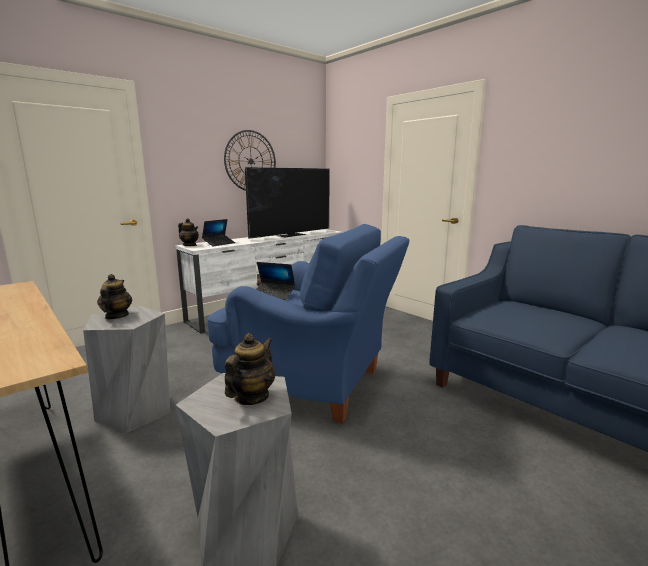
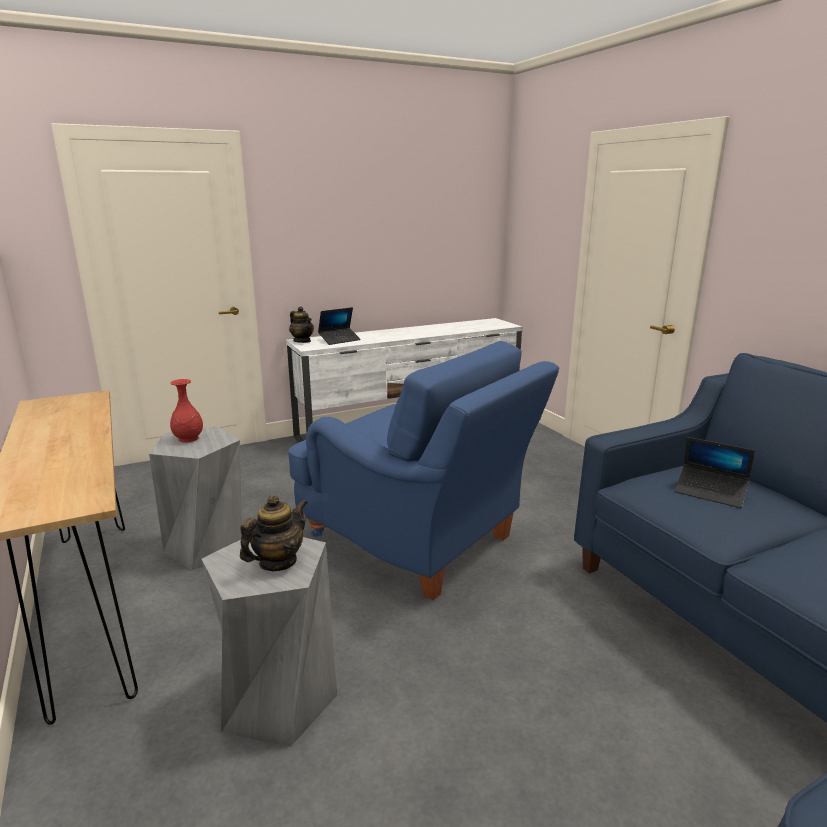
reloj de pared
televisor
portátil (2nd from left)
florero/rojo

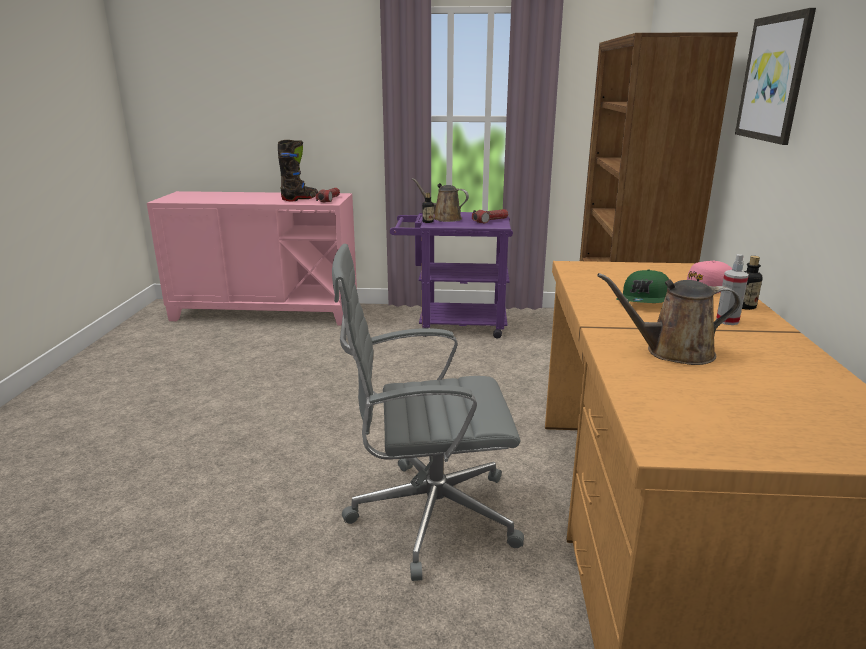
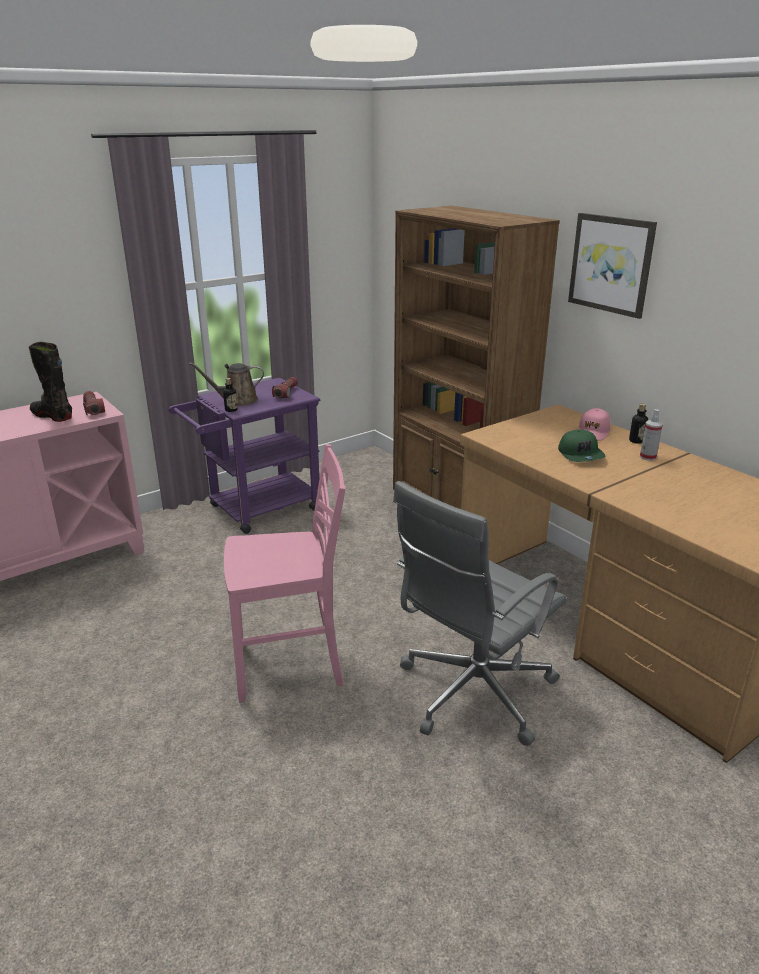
regadera/marrón (2nd from left in the first image)
silla/rosa
bota/negro

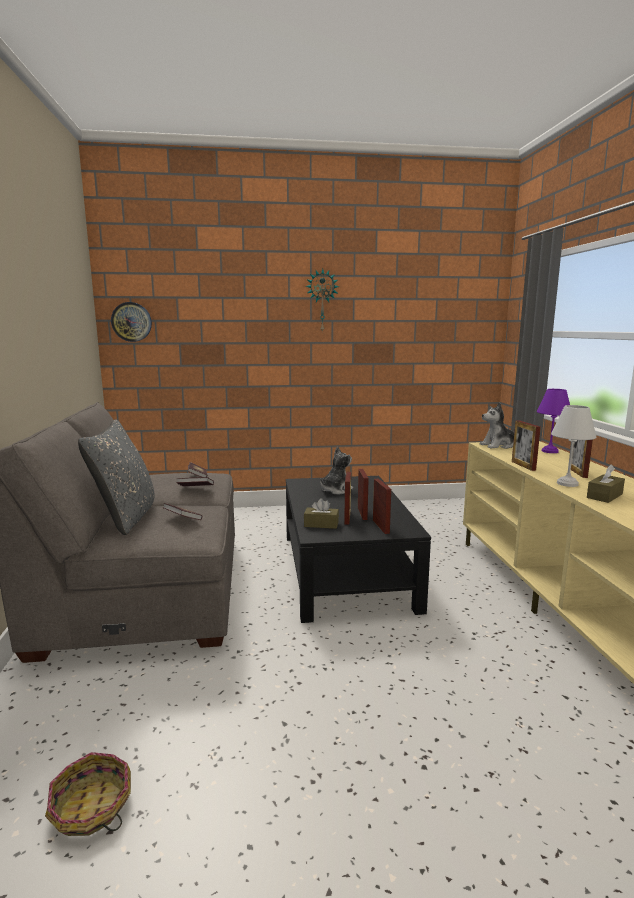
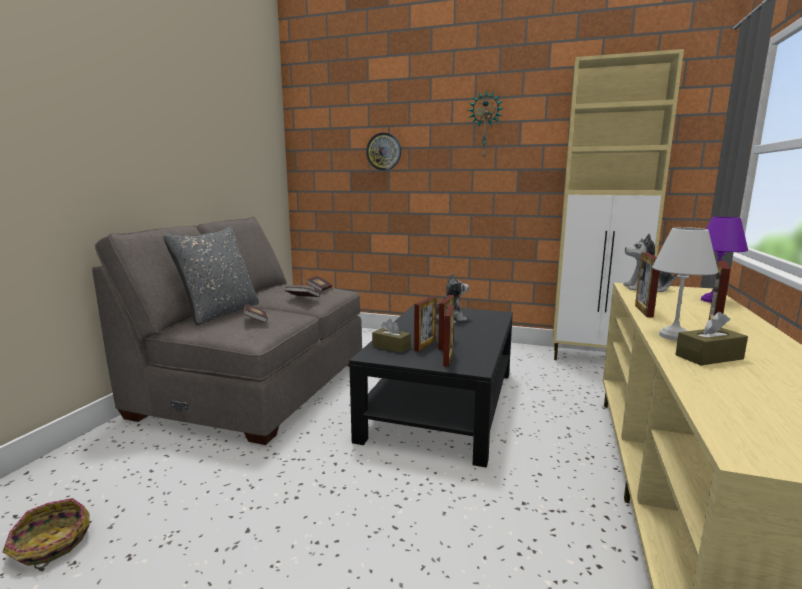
armario/beis
reloj de pared (1st from left)

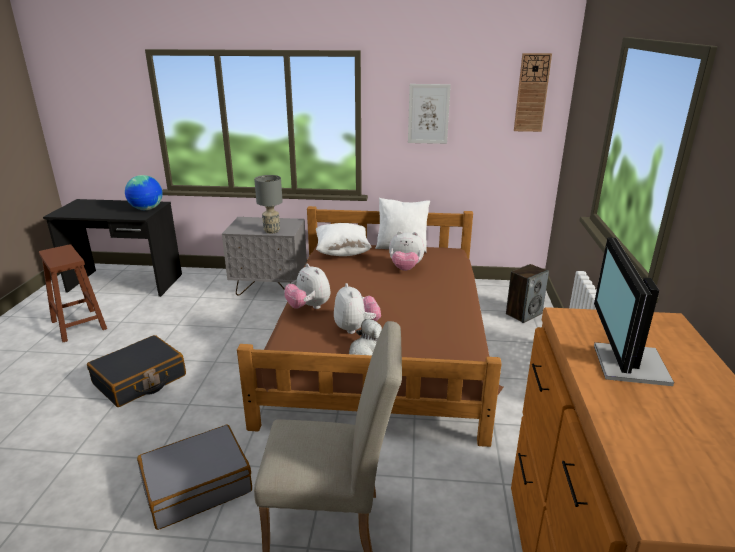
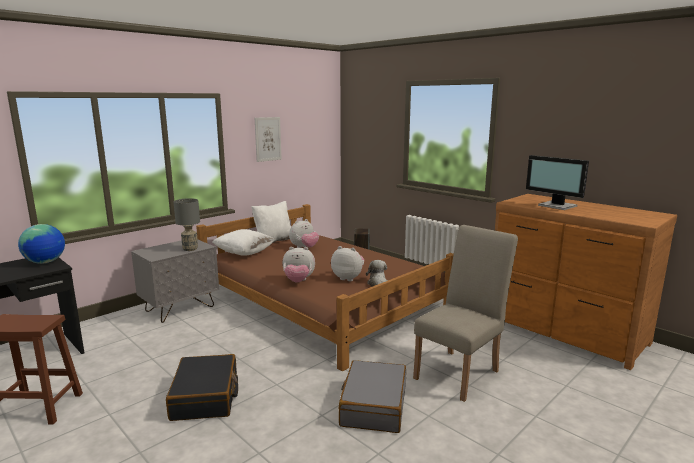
reloj de pared

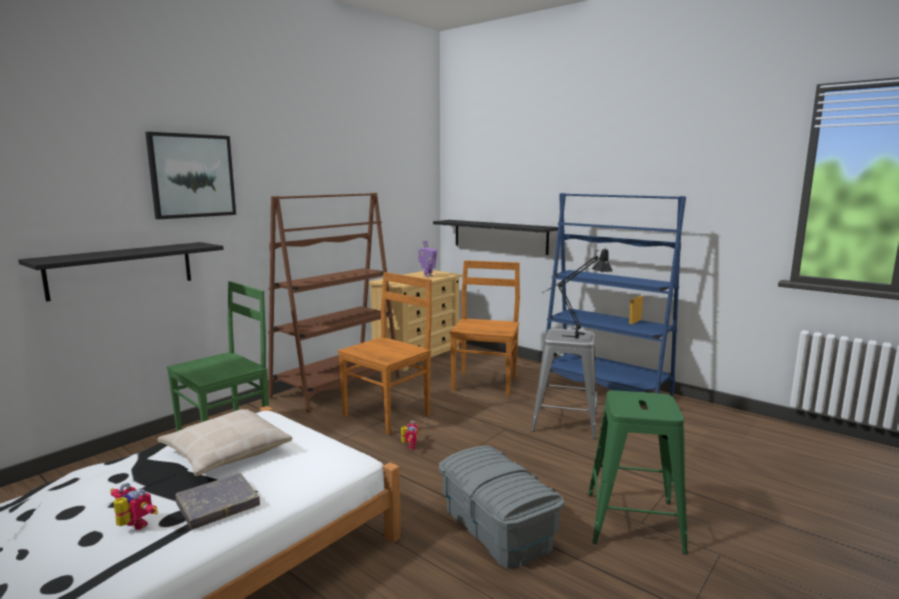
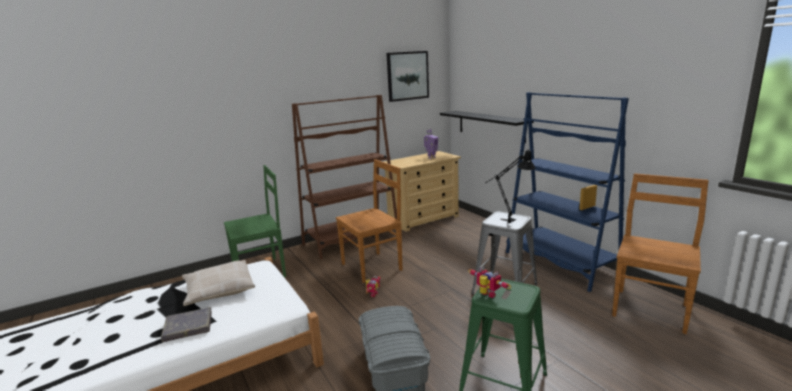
estante/negro (1st from left in the first image)
robot de juguete (3rd from left)
cuadro
silla/marrón (2nd from left)

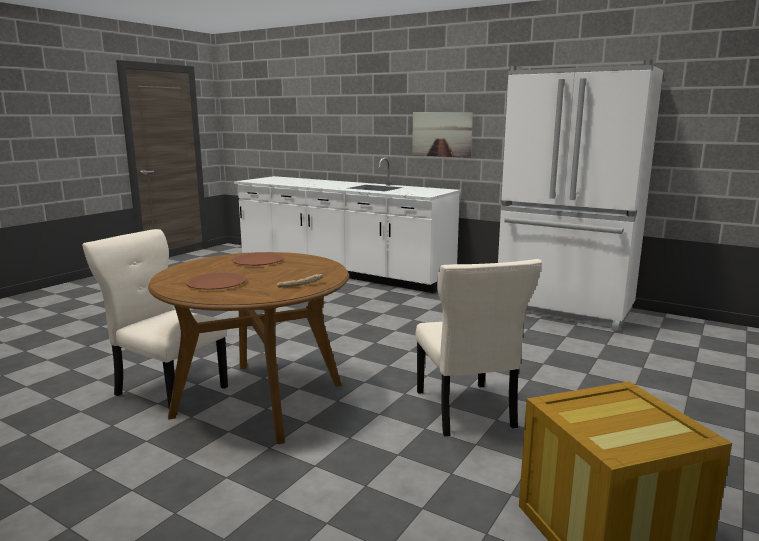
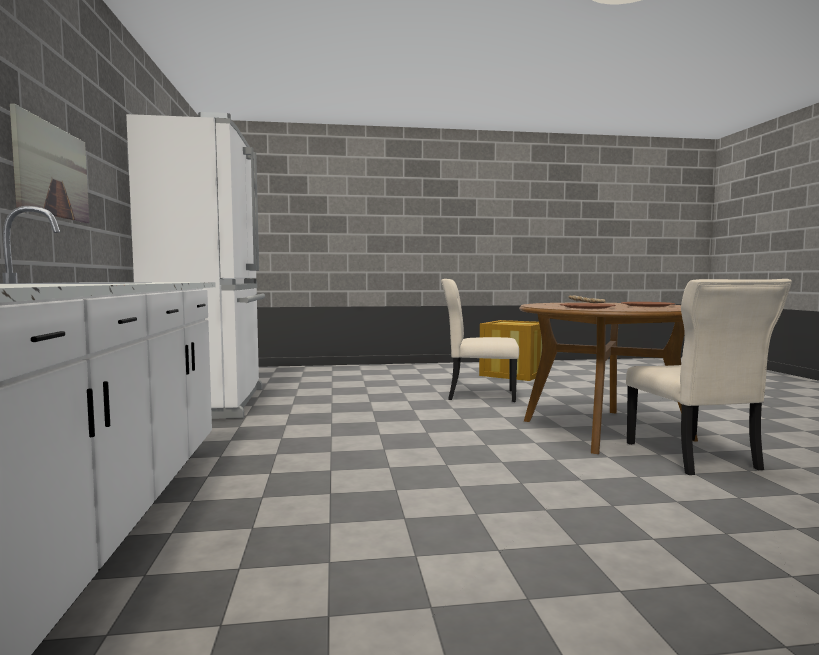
silla/beis (1st from left)

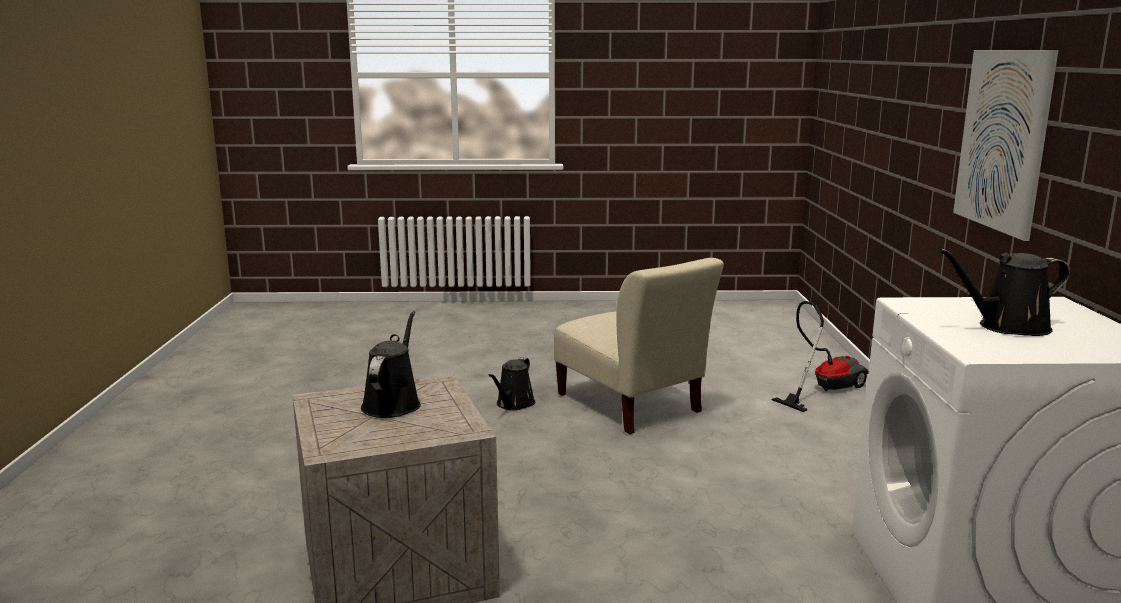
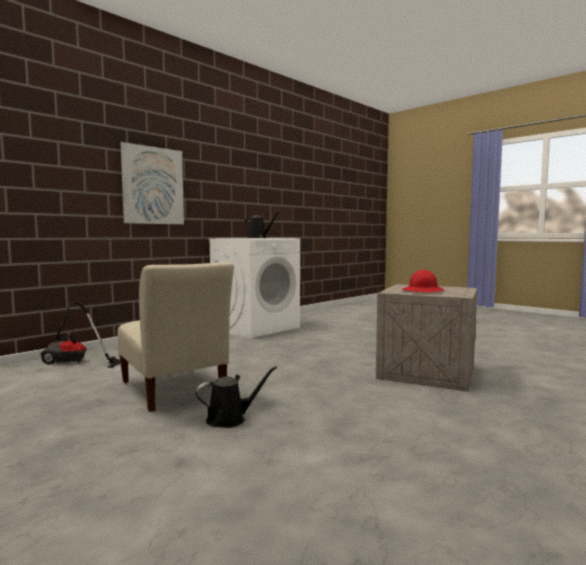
casco/rojo
silla/beis

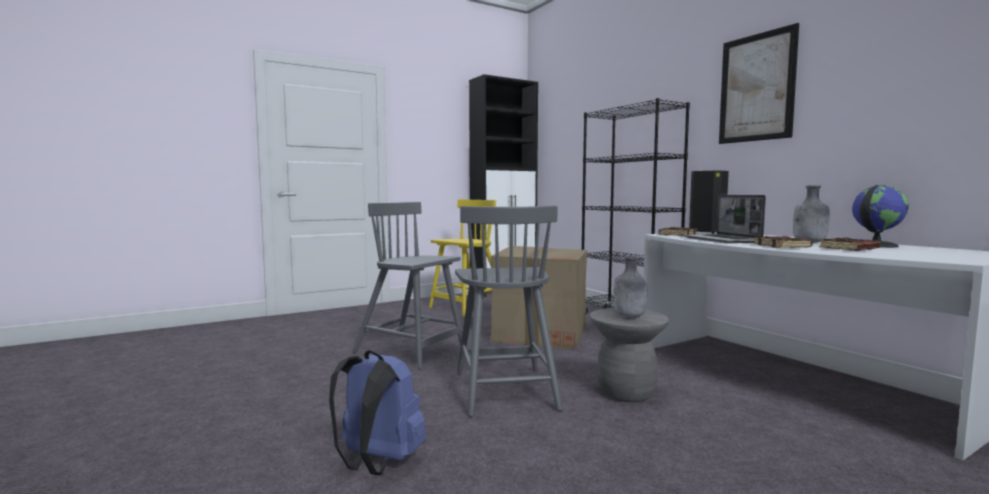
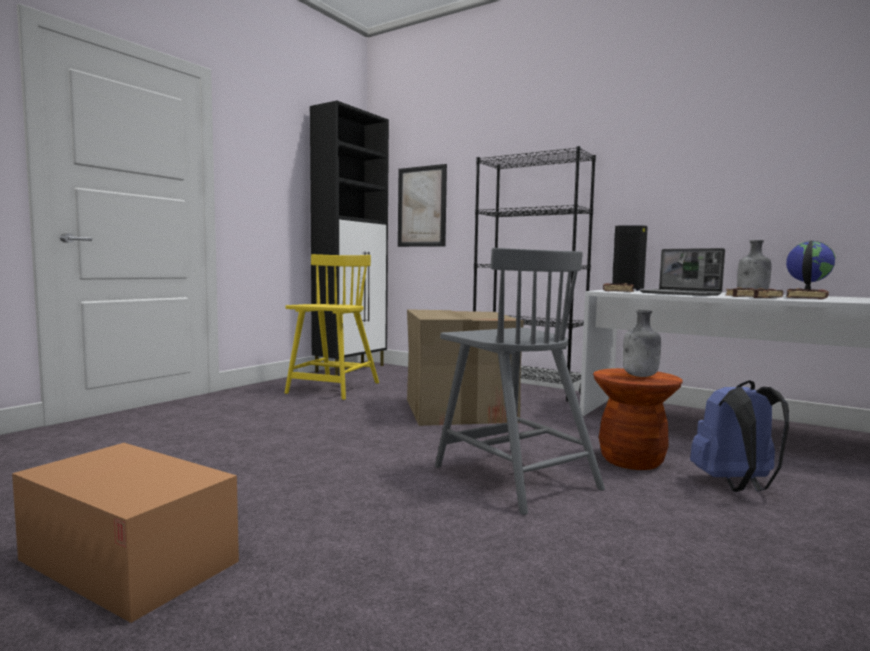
silla/gris (1st from left in the first image)
caja de cartón (1st from left)
mochila/azul
cuadro
taburete/marrón

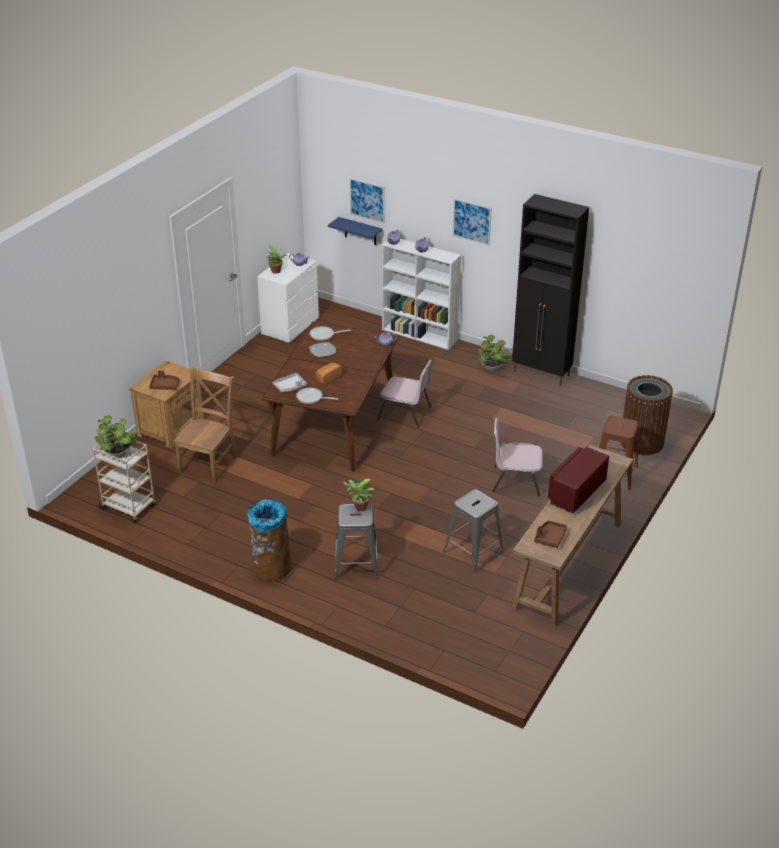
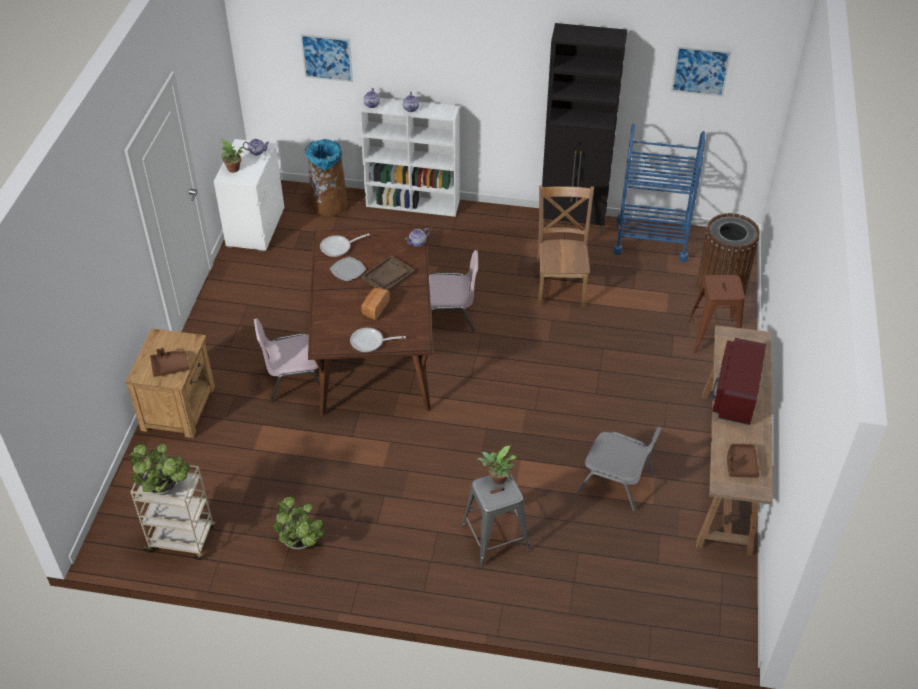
bandeja/gris
estante/azul
bandeja/marrón (2nd from left)
carrito/azul
silla/marrón
papelera/marrón (1st from left)
cuadro (2nd from left)
planta en maceta (3rd from left)
silla/rosa (1st from left)
silla/gris

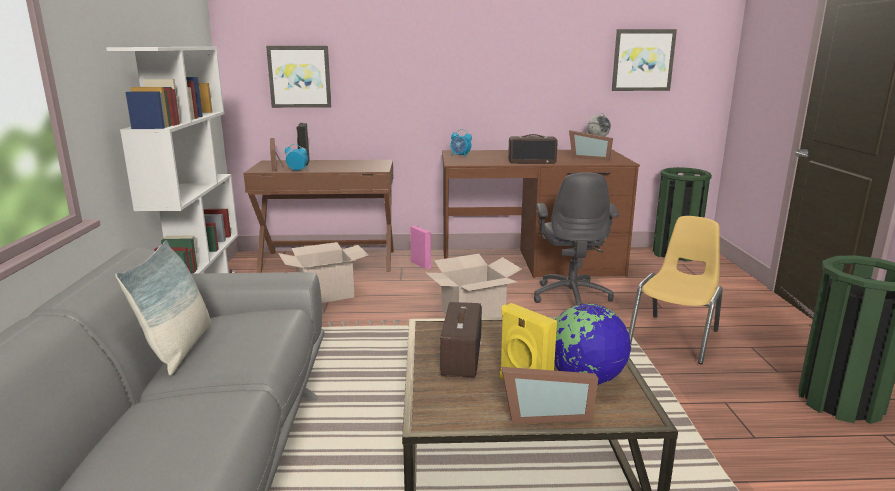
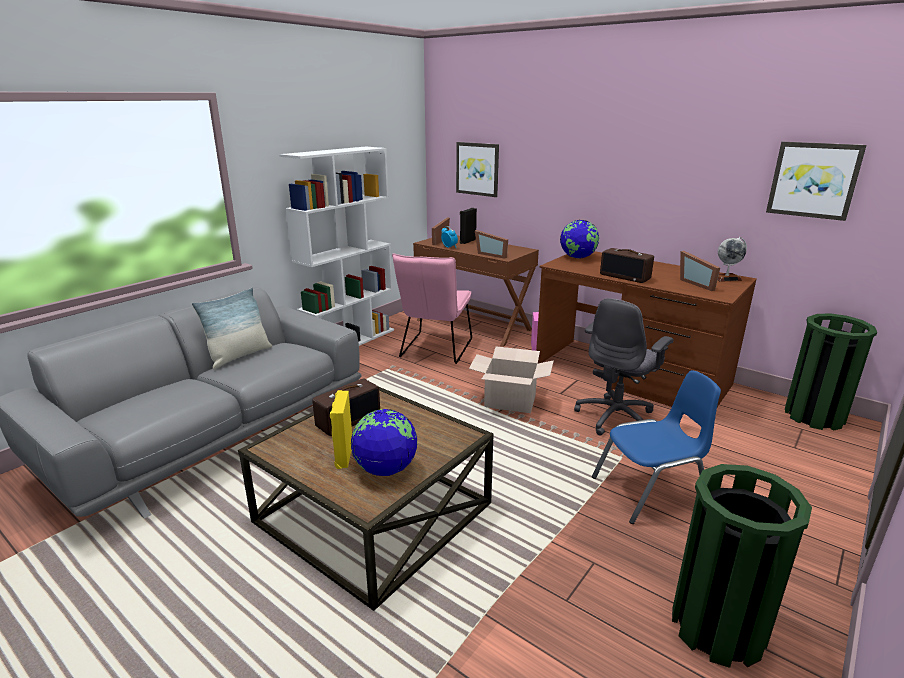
portarretratos (2nd from left)
silla/rosa
globo terráqueo (2nd from left)
silla/azul

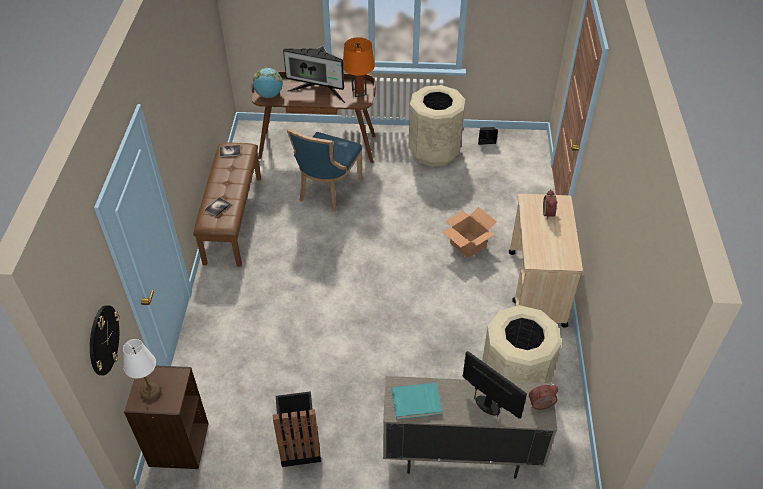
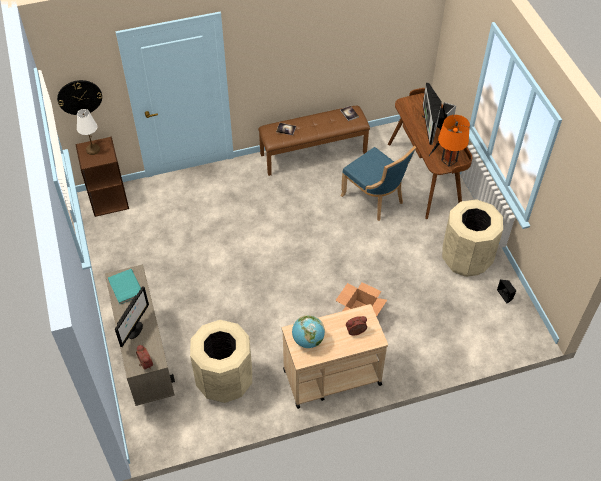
papelera/negro
globo terráqueo
silla/azul

